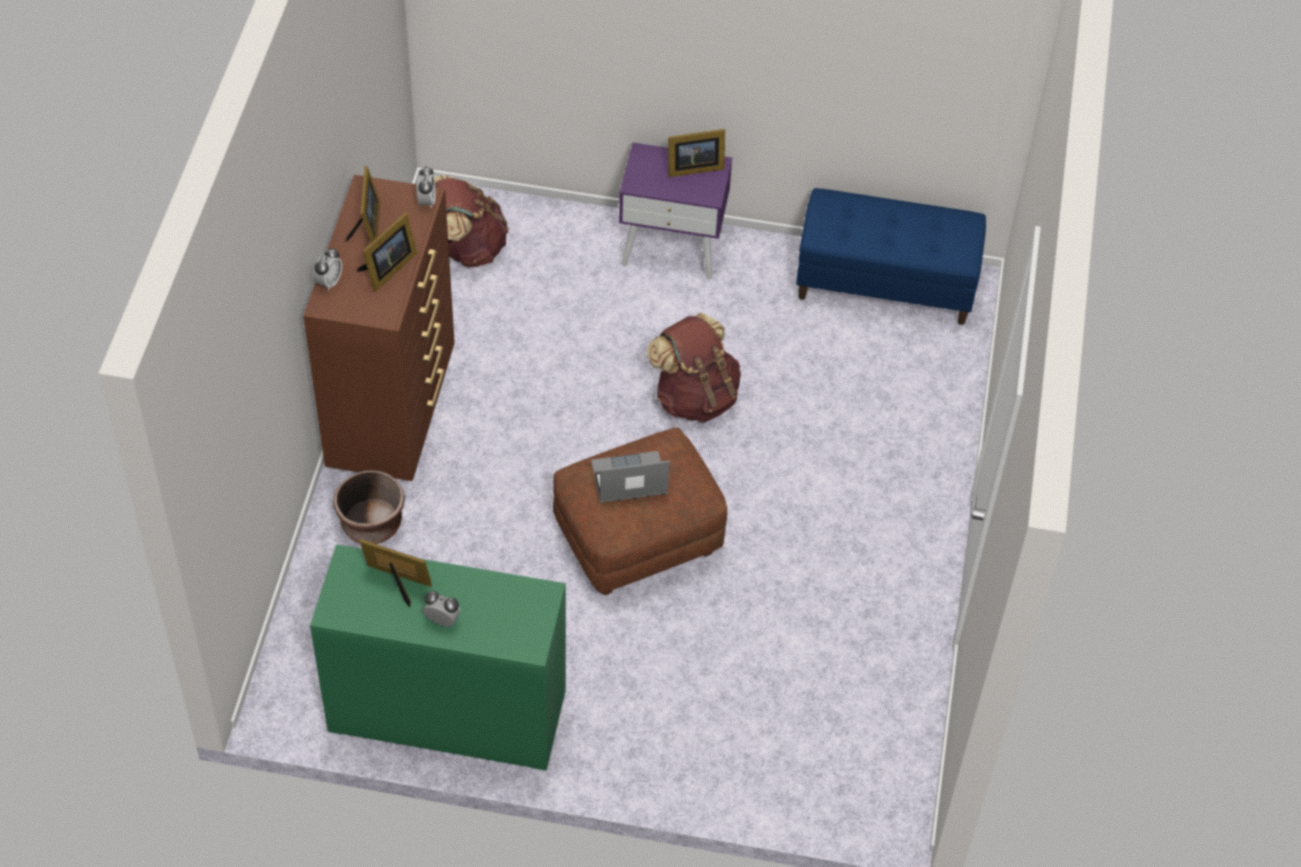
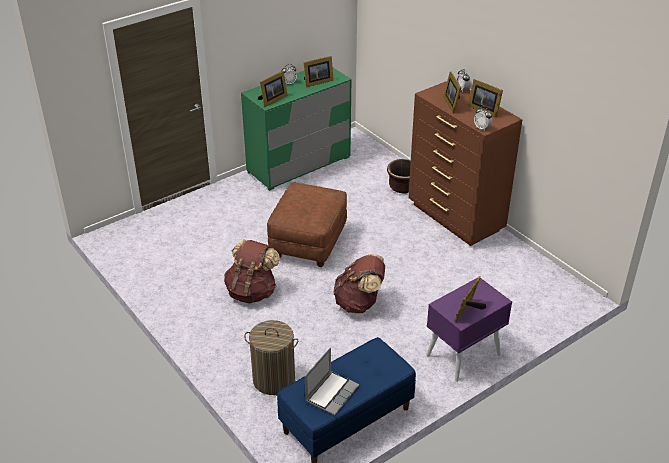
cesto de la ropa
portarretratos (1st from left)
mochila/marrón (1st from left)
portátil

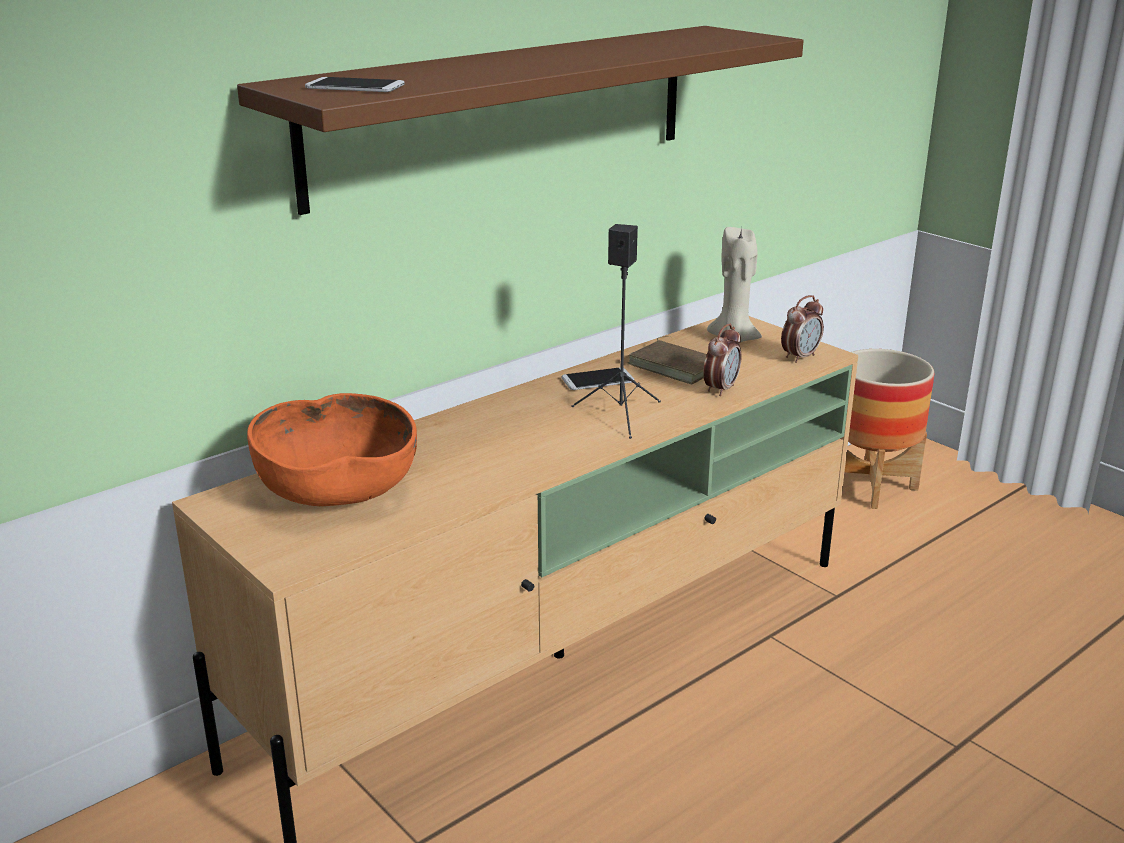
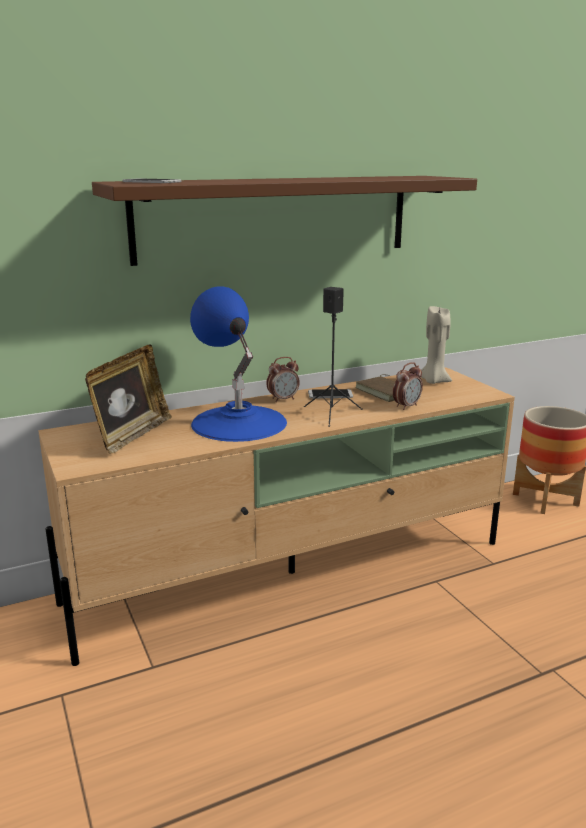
lámpara de mesa/azul
despertador (1st from left)
portarretratos

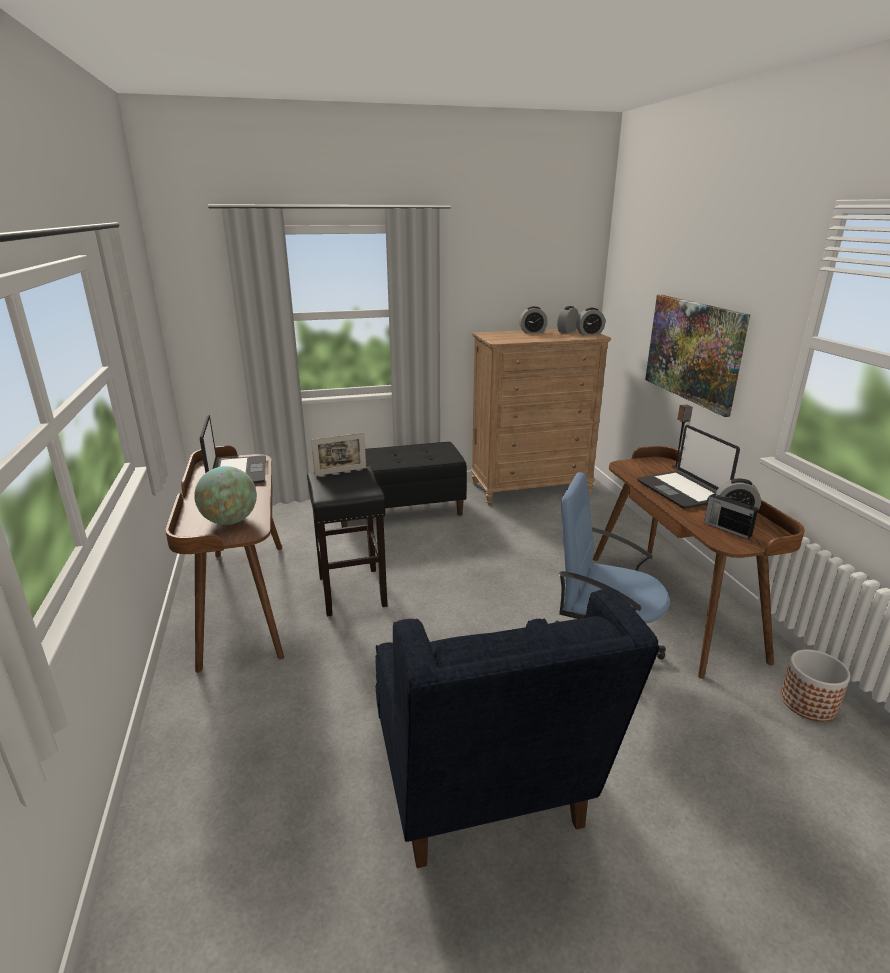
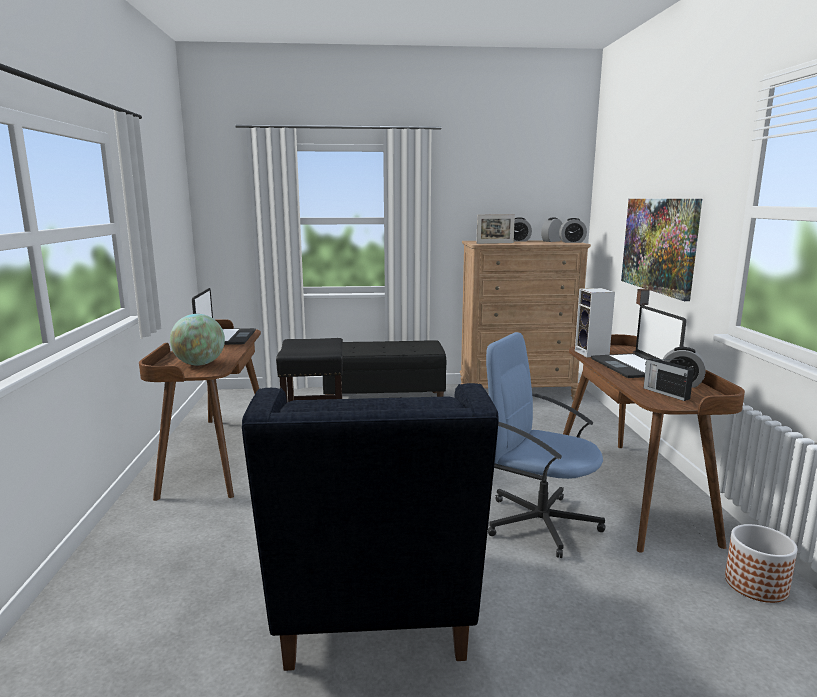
altavoz (1st from left)
portarretratos

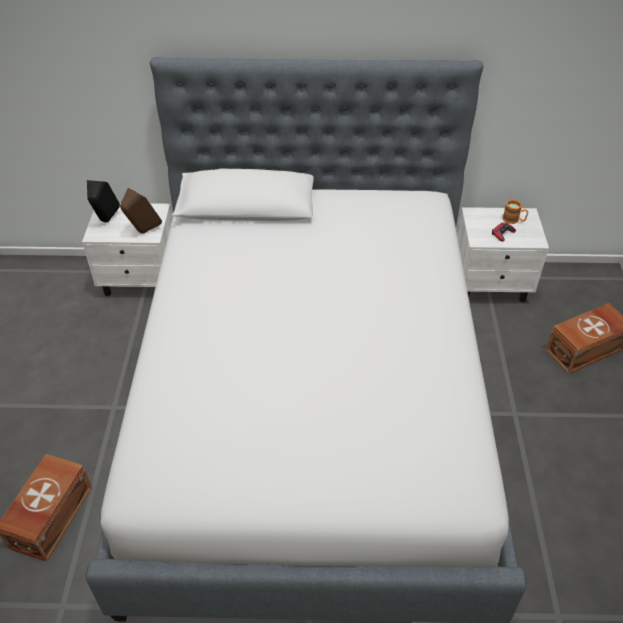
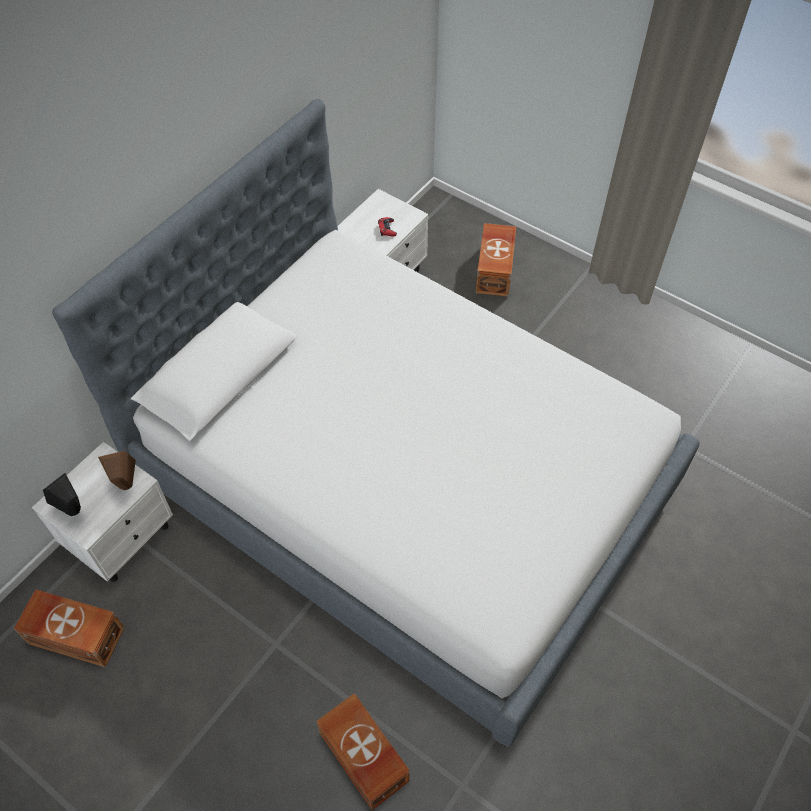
taza grande/naranja
caja de almacenaje/marrón (1st from left)

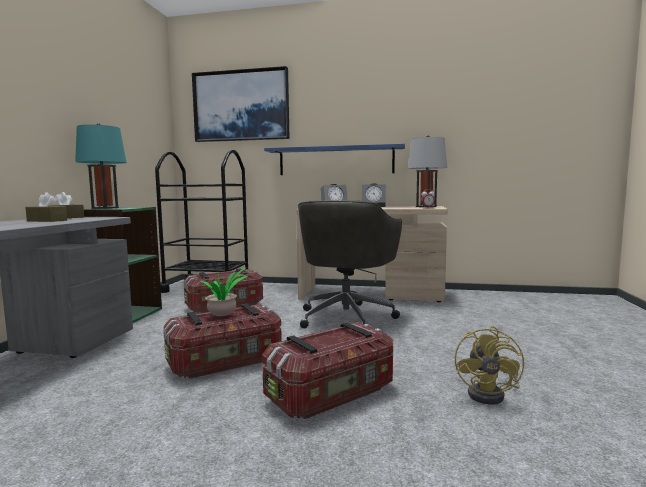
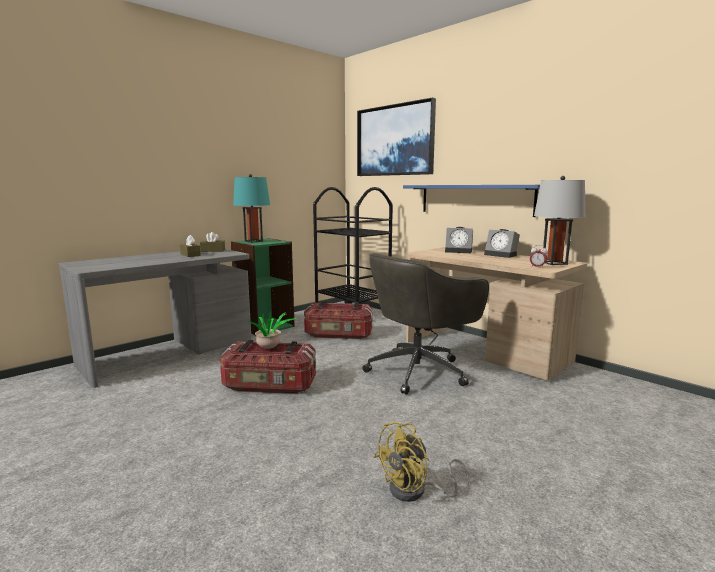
caja de almacenaje (3rd from left in the first image)

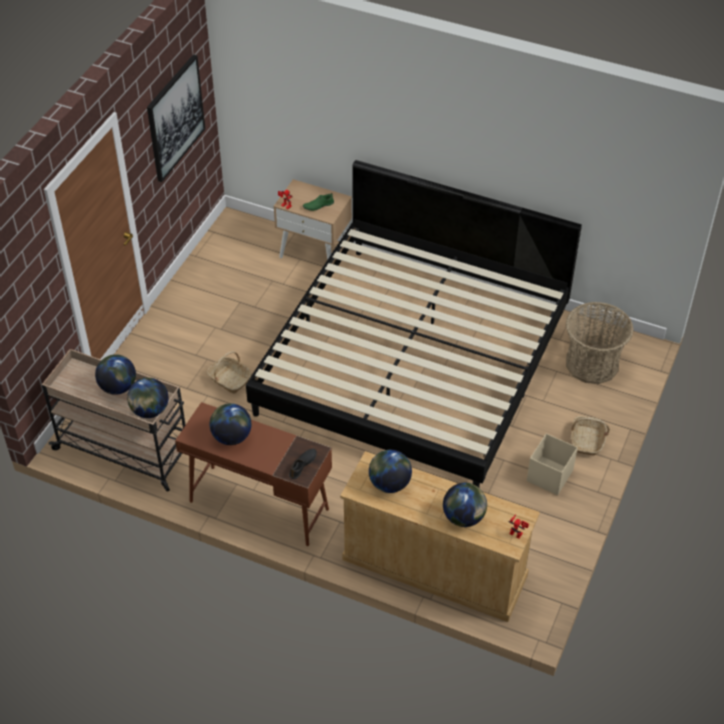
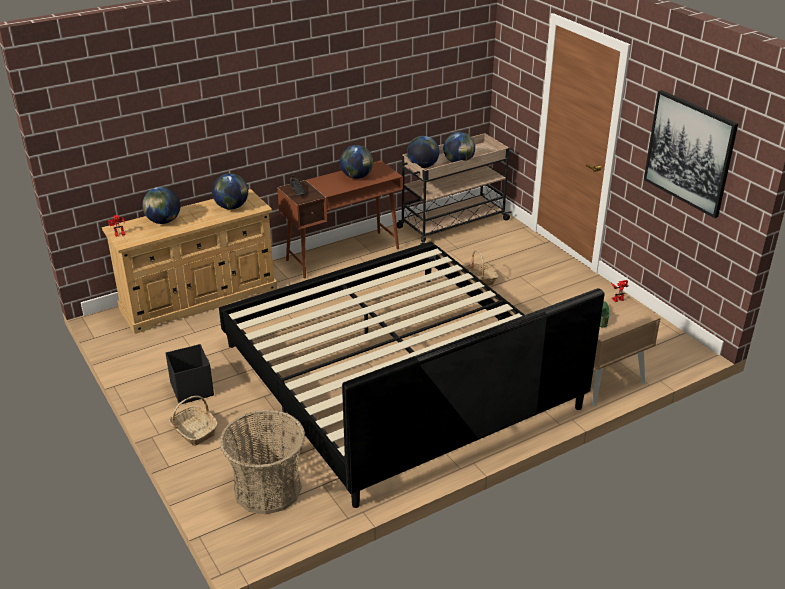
caja de almacenaje/negro

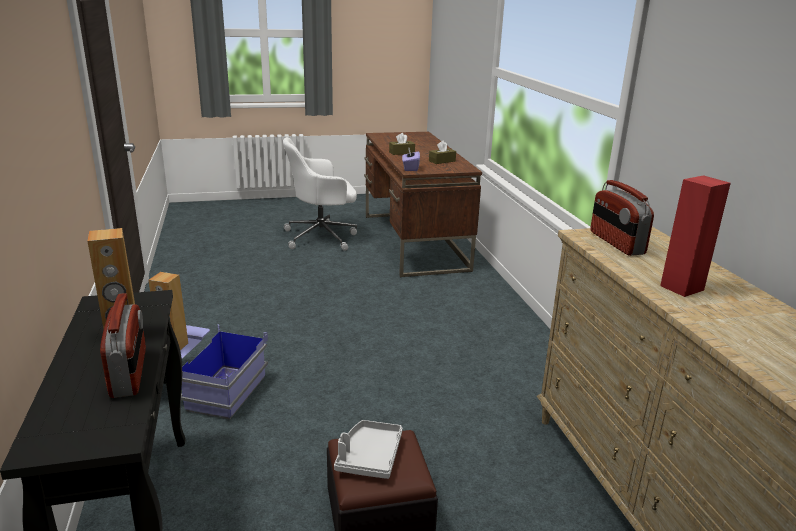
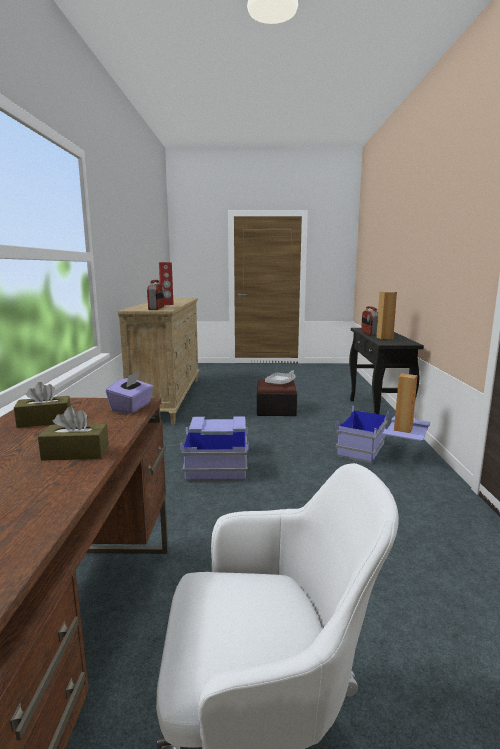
caja de almacenaje/azul (1st from left)

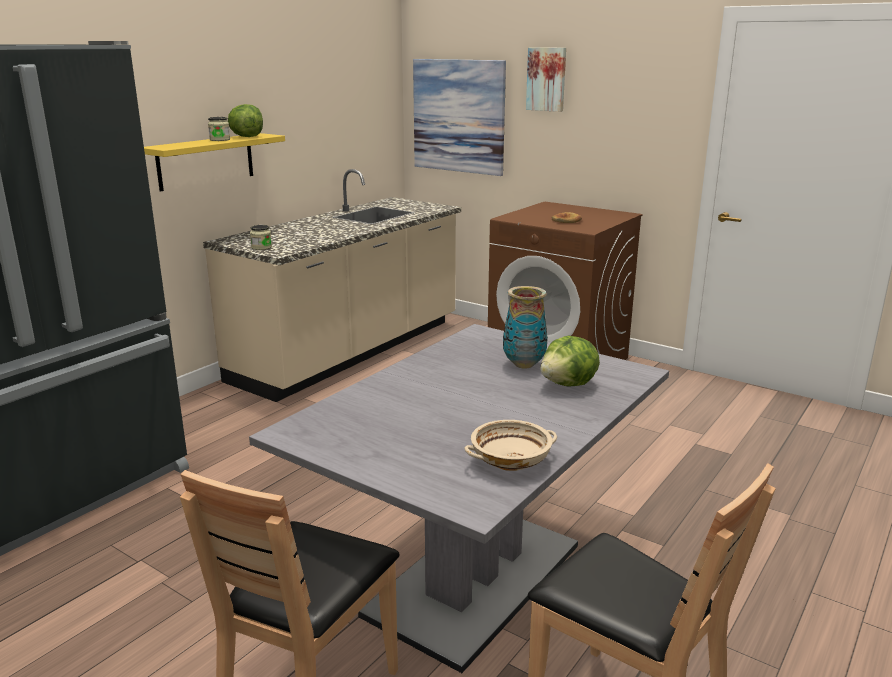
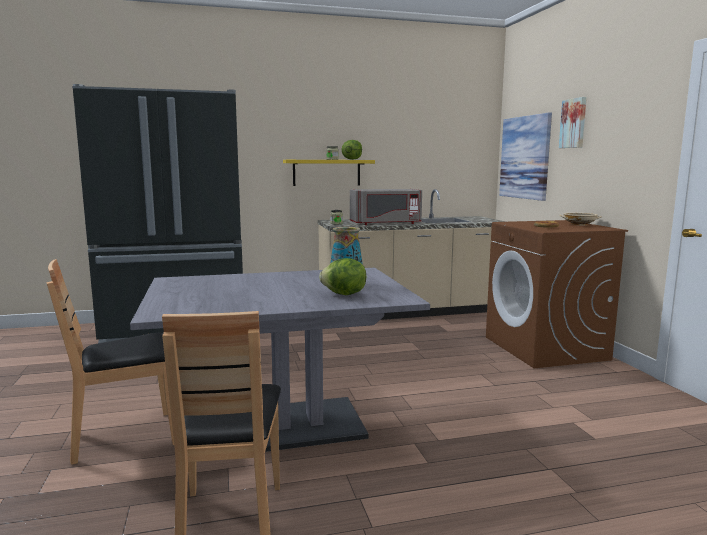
microondas/gris
cuenco/beis

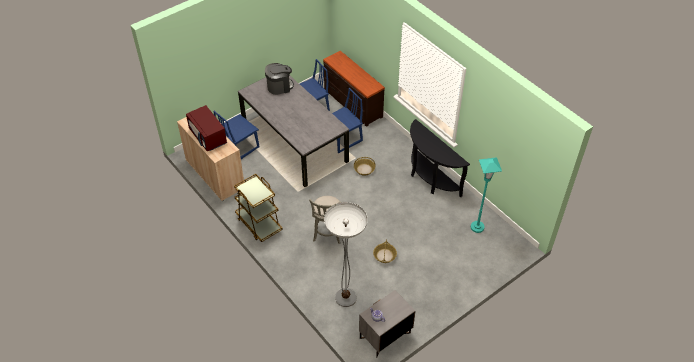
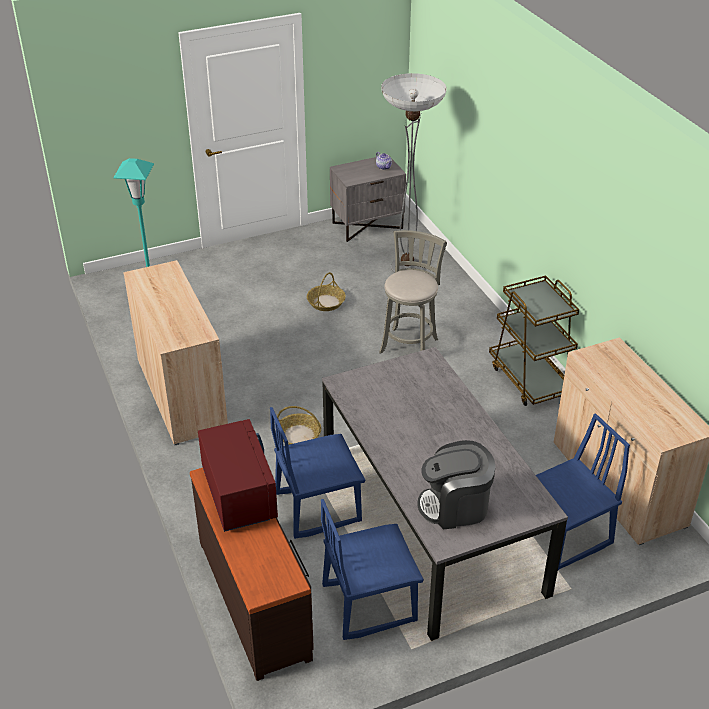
microondas/rojo
armario/beis (1st from left)

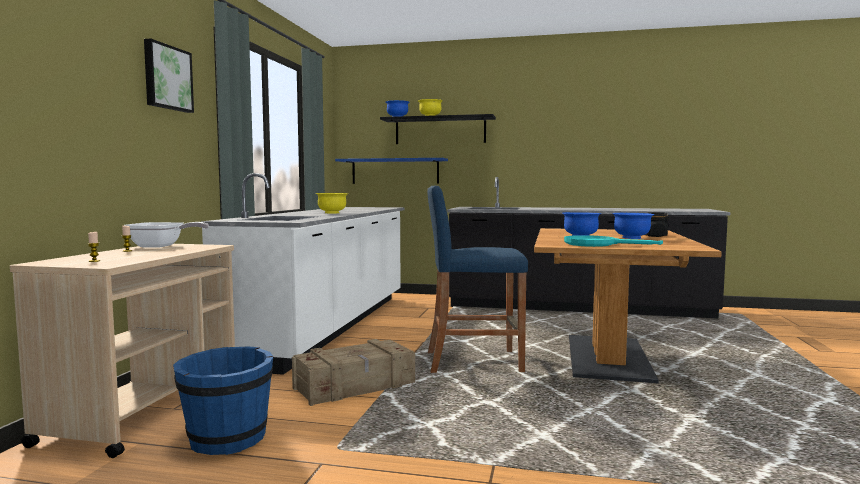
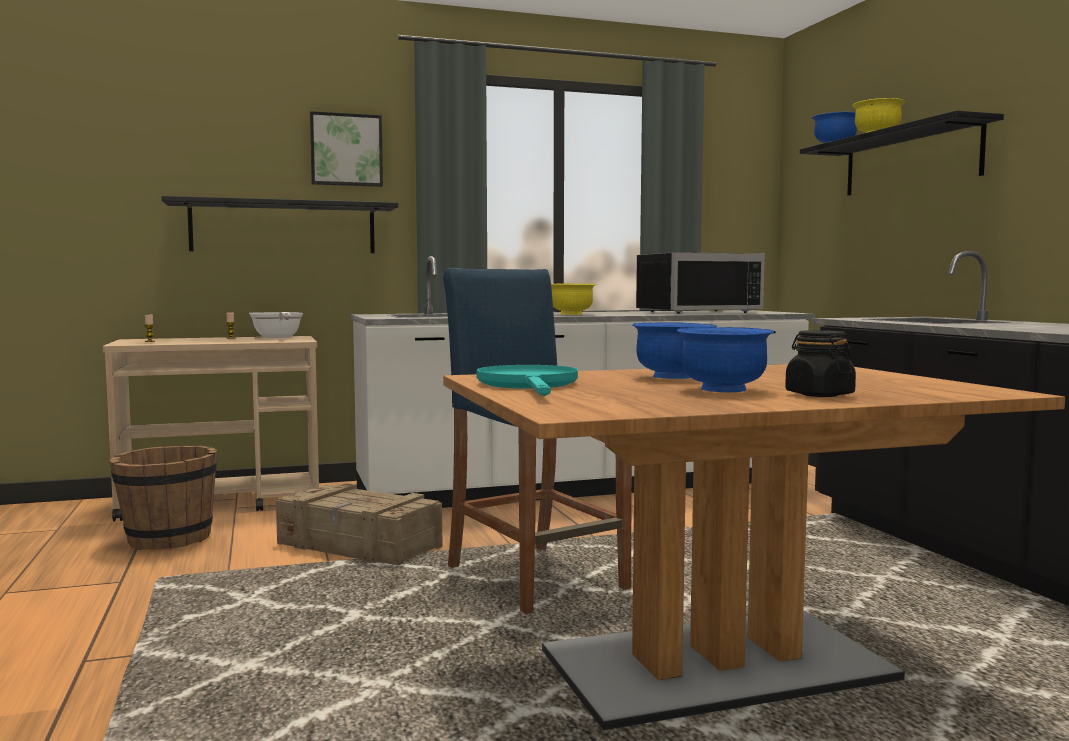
estante/azul
estante/negro (1st from left)
microondas/negro
cubo/marrón

